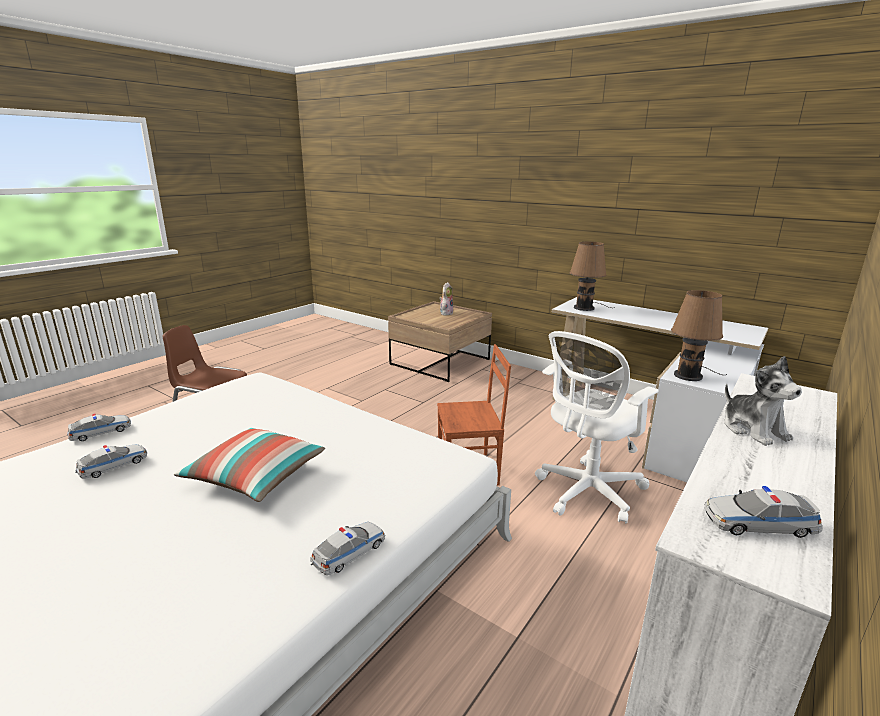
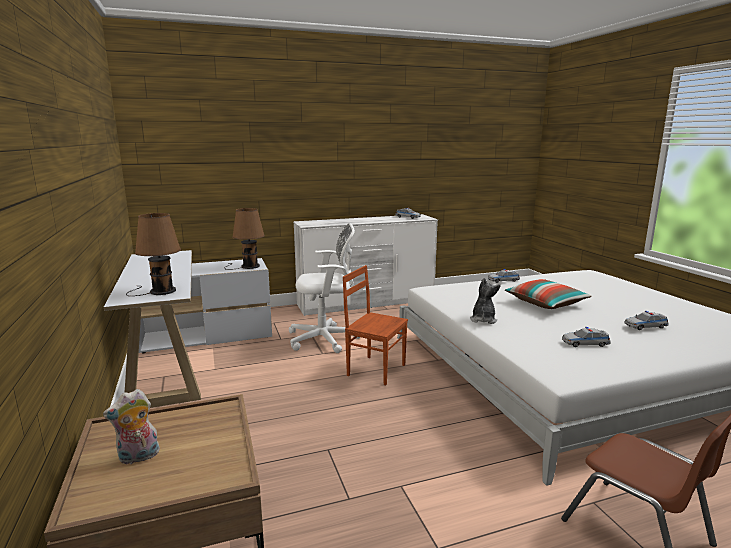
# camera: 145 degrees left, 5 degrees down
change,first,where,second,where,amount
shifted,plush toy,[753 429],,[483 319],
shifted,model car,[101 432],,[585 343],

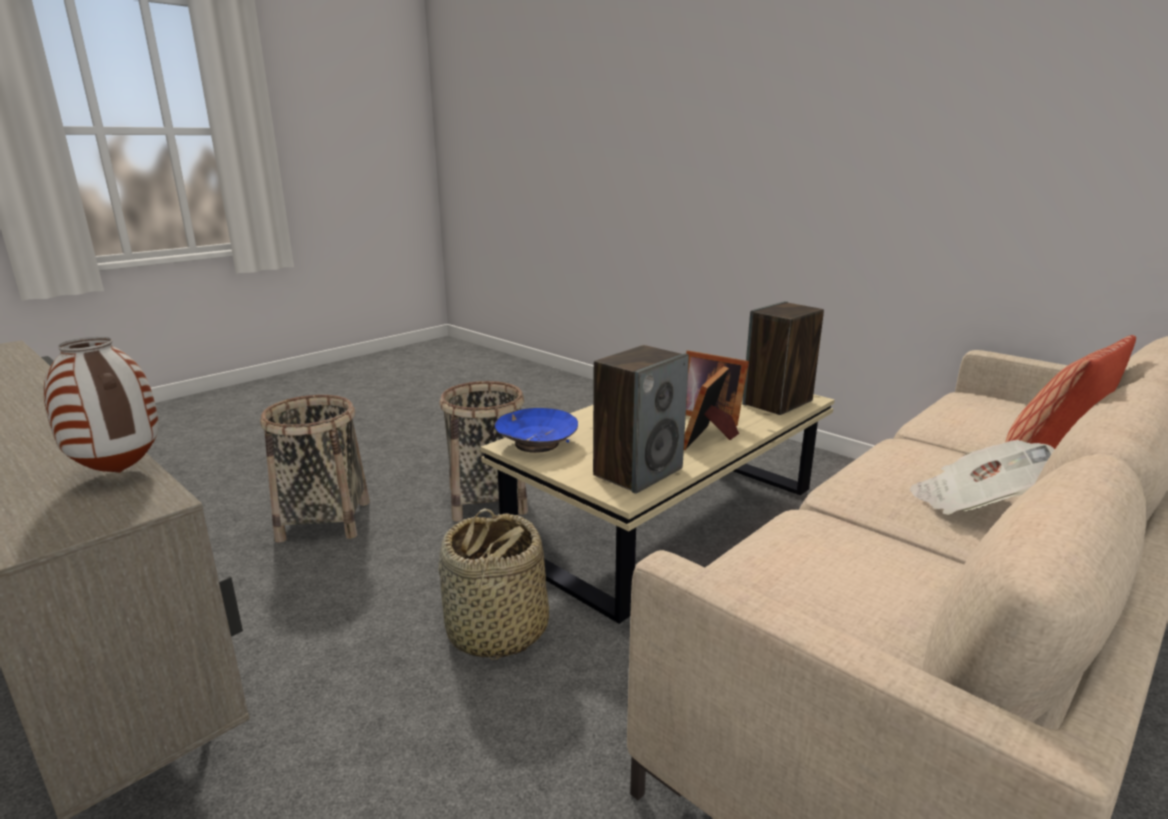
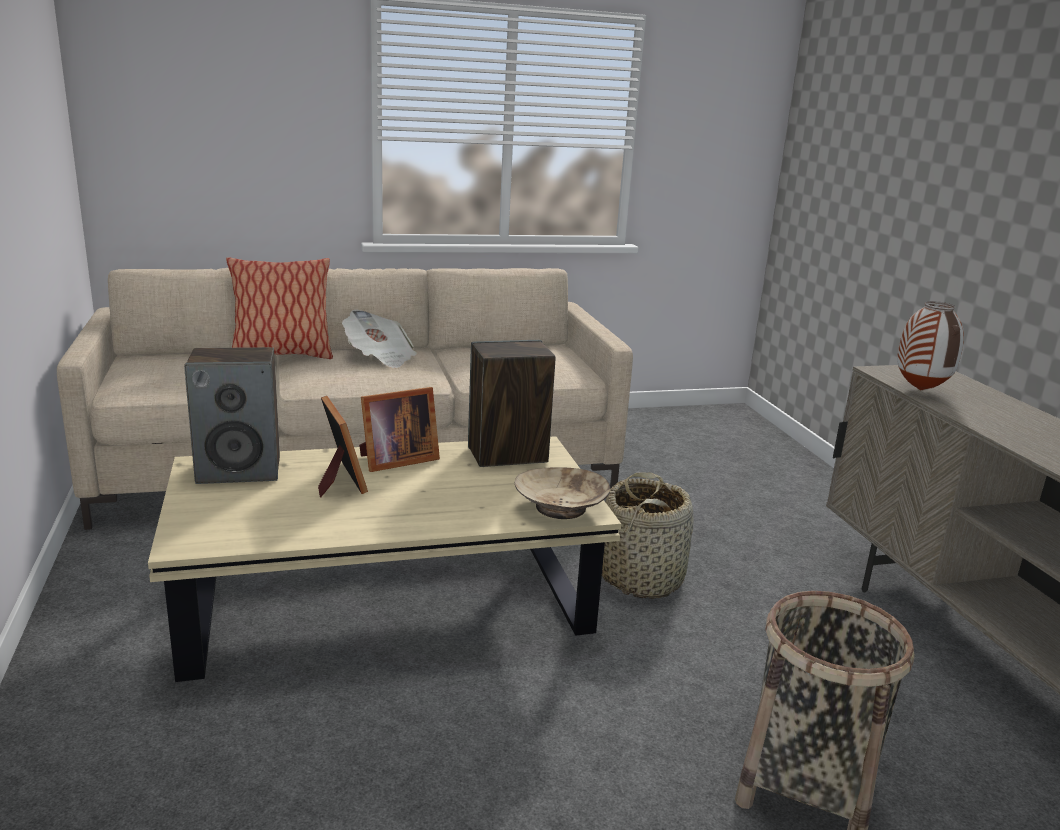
# camera: 150 degrees left, 0 degrees up
change,first,where,second,where,amount
repainted,bowl (blue-coloured),[536 443],bowl (beige-coloured),[561 507],
gone,household basket,[487 500],,,

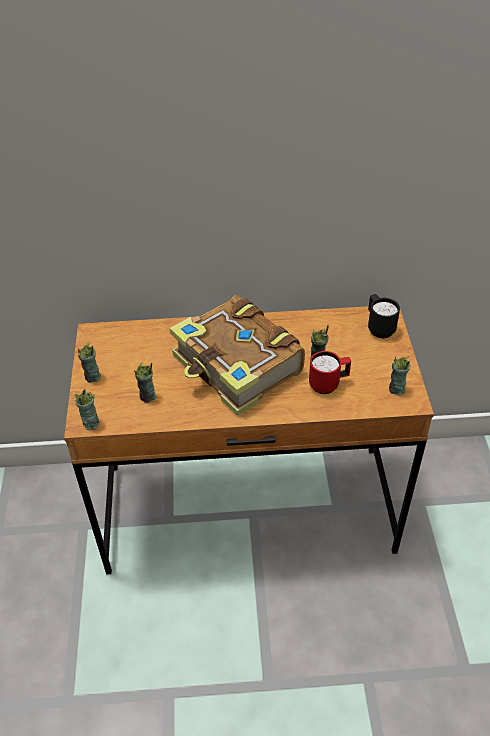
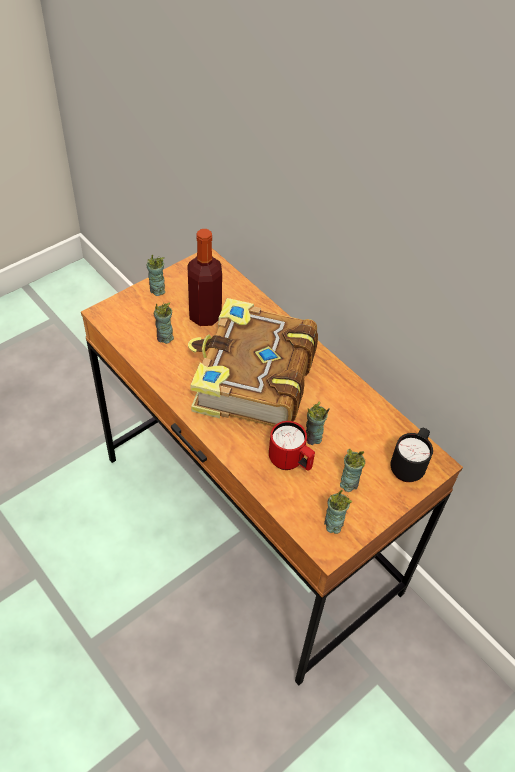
# camera: 50 degrees right, 5 degrees up
change,first,where,second,where,amount
new,,,beverage bottle,[205 315],
shifted,cup,[90 423],,[348 483],

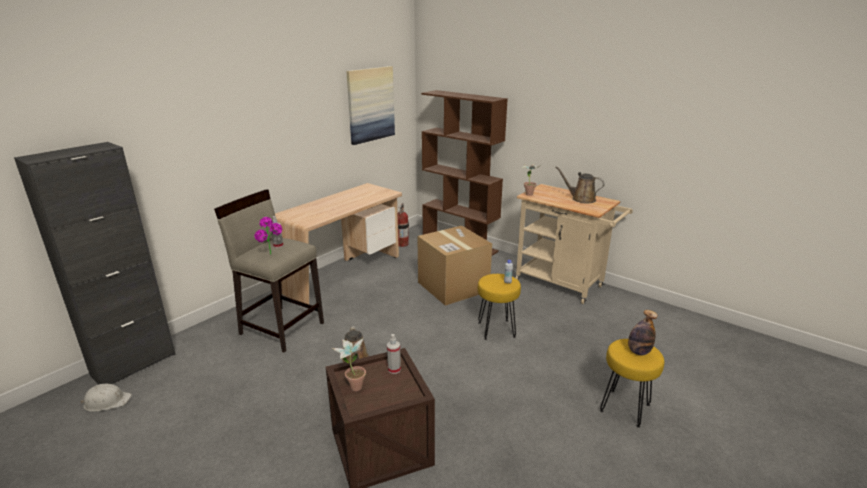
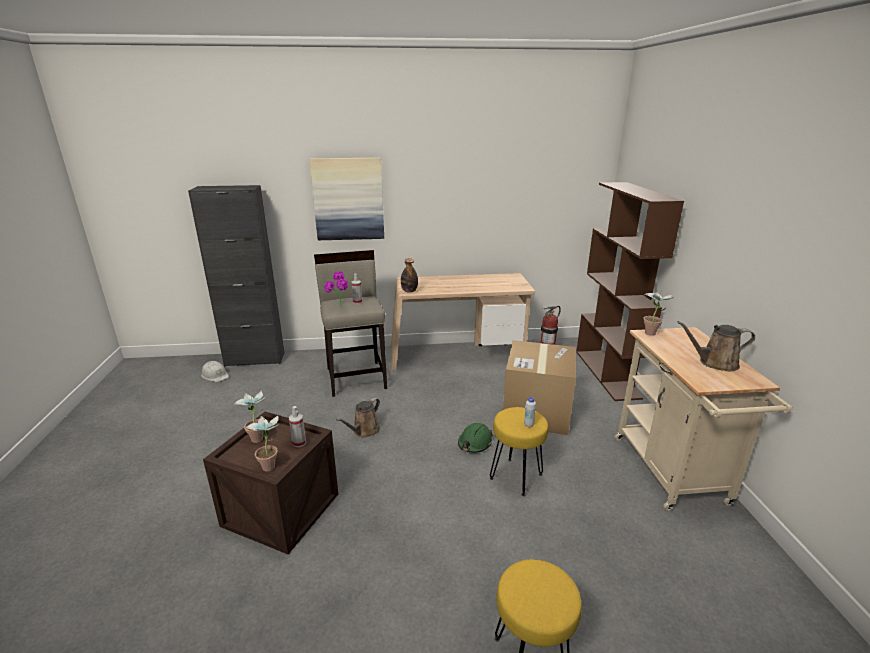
# camera: 45 degrees right, 0 degrees up
change,first,where,second,where,amount
new,,,potted plant,[271 464],
shifted,wall art,[370 104],,[348 199],
shifted,beverage bottle,[638 352],,[409 291],
new,,,hard hat (green),[474 443],
rotated,watering can (brownish),[581 199],,[715 363],75 degrees counterclockwise

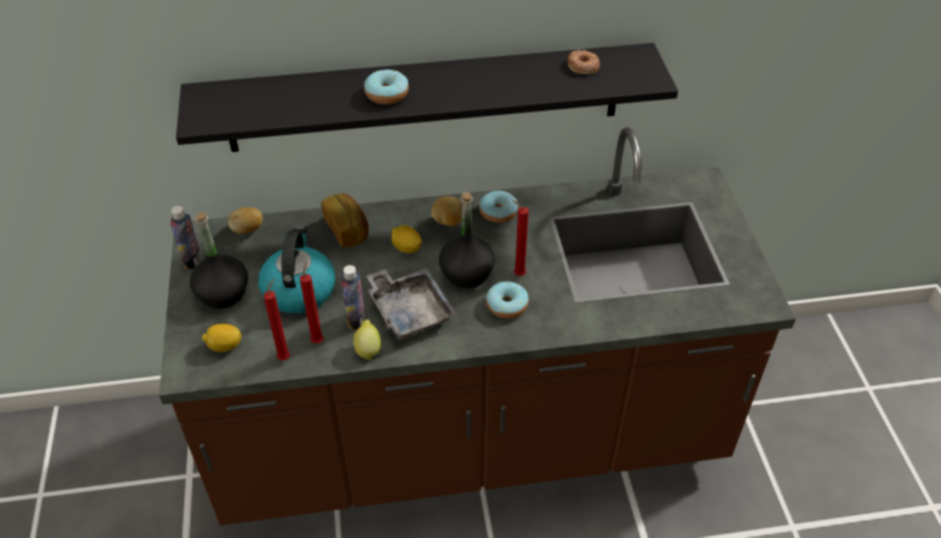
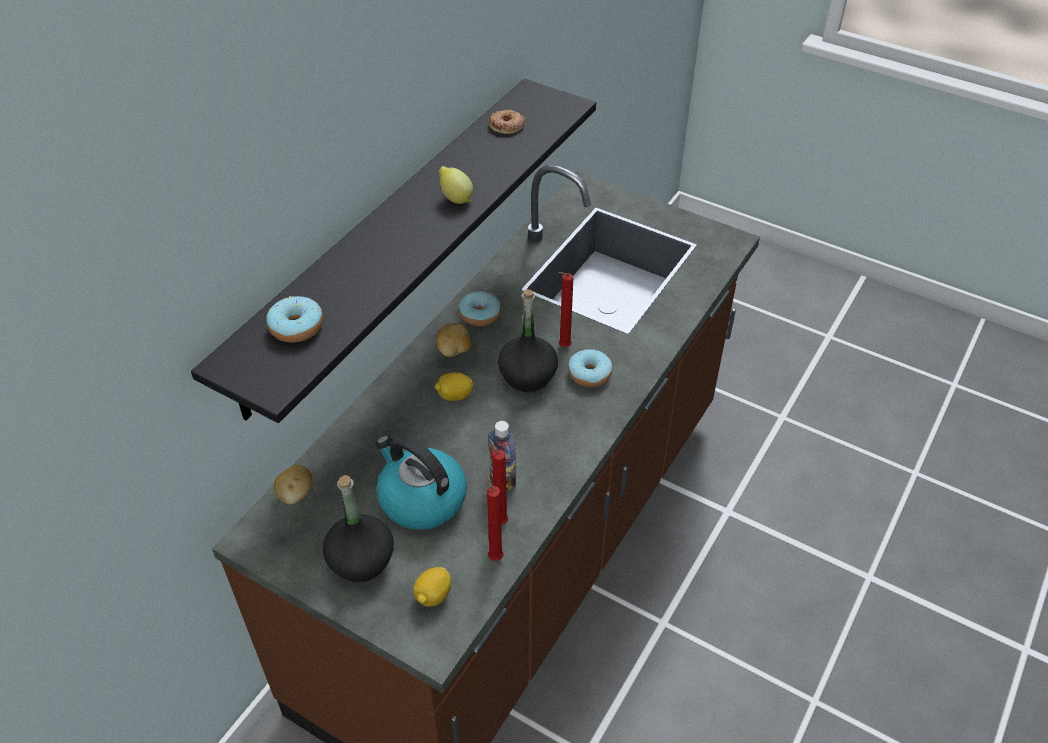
# camera: 50 degrees left, 0 degrees up
change,first,where,second,where,amount
shifted,donut,[387 94],,[296 327],
shifted,citrus fruit,[368 349],,[455 198],
gone,beverage bottle,[192 260],,,
gone,baked bread,[348 229],,,
gone,serving tray (gray),[410 311],,,

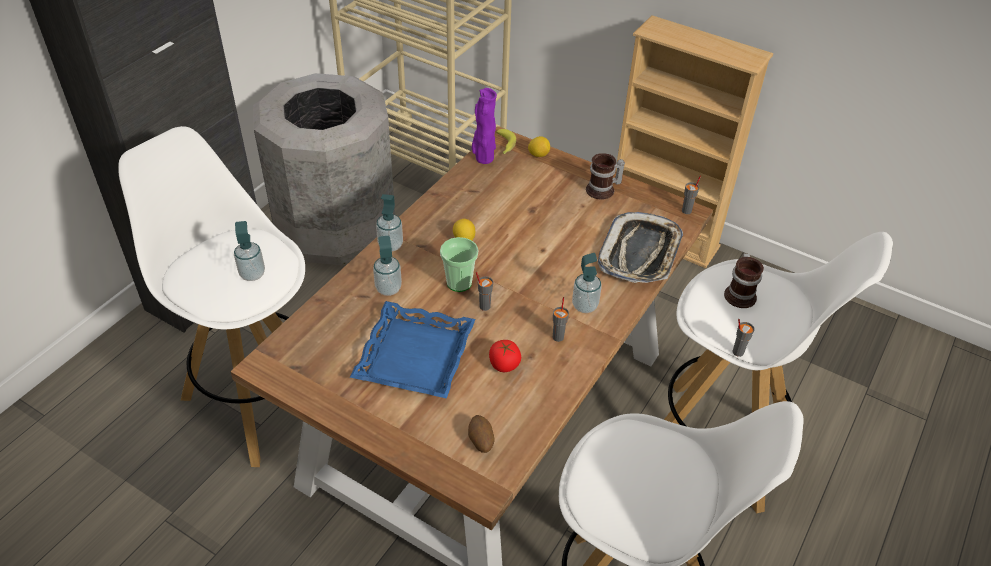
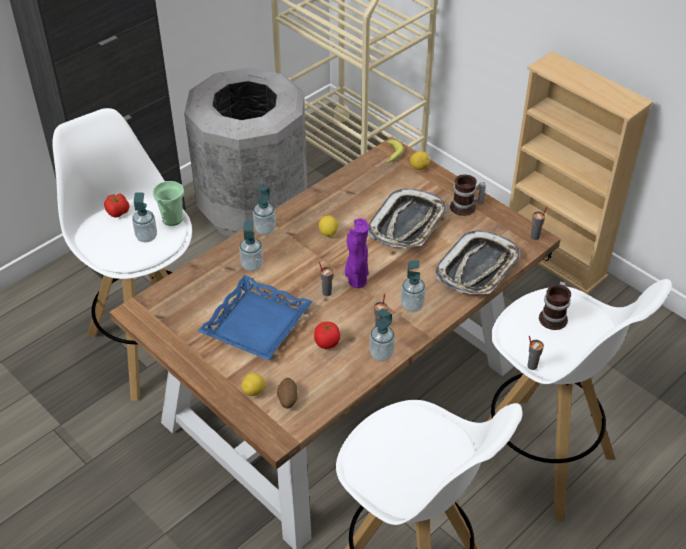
# camera: 15 degrees right, 0 degrees up
change,first,where,second,where,amount
new,,,fresh tomato,[118 212],
shifted,cup,[459 283],,[172 219],
new,,,citrus fruit,[254 391],
shifted,flower vase (purple-coloured),[483 159],,[356 282],
new,,,serving tray,[407 224],
new,,,liquid soap bottle,[381 354],

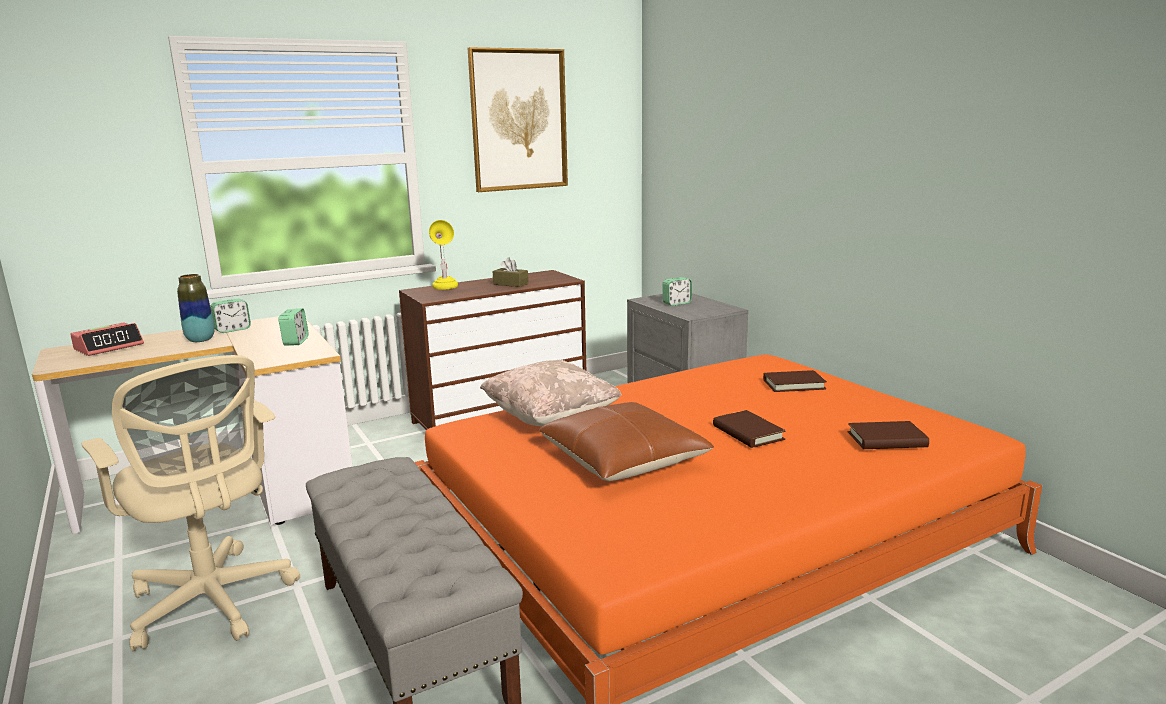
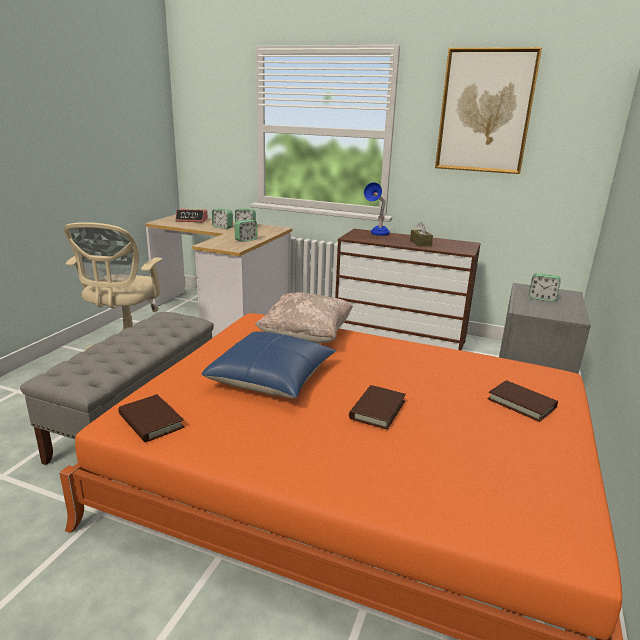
# camera: 50 degrees right, 5 degrees up
change,first,where,second,where,amount
shifted,book (brownish),[887 440],,[151 421],
repainted,cushion (brownish),[623 459],cushion (blue-coloured),[272 378],
swapped,flower vase,[200 340],bedside clock,[222 227],
repainted,table lamp (yellowish),[445 289],table lamp (blue-coloured),[376 234],

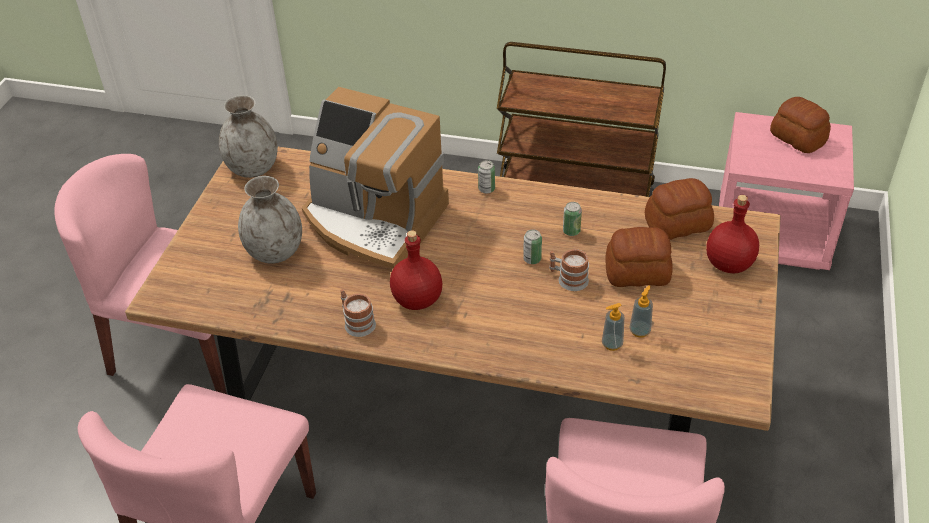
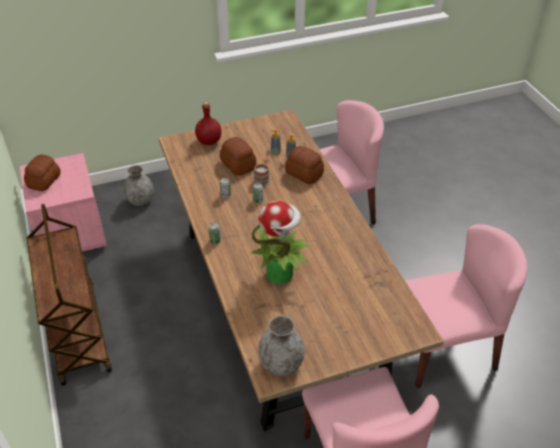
# camera: 125 degrees left, 0 degrees up
change,first,where,second,where,amount
shifted,flower vase (gray),[275 252],,[140 200],
swapped,coffee maker,[374 221],potted plant,[280 273],
shifted,baked bread,[678 224],,[304 173],
gone,mug,[357 322],,,
gone,beverage bottle (red-coloured),[417 299],,,

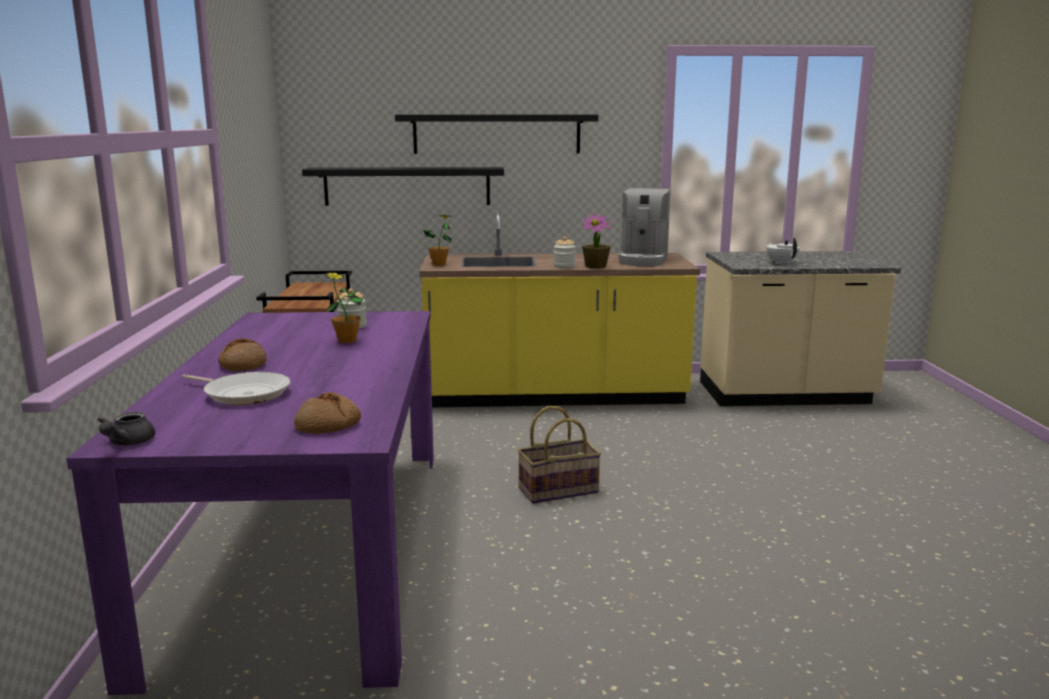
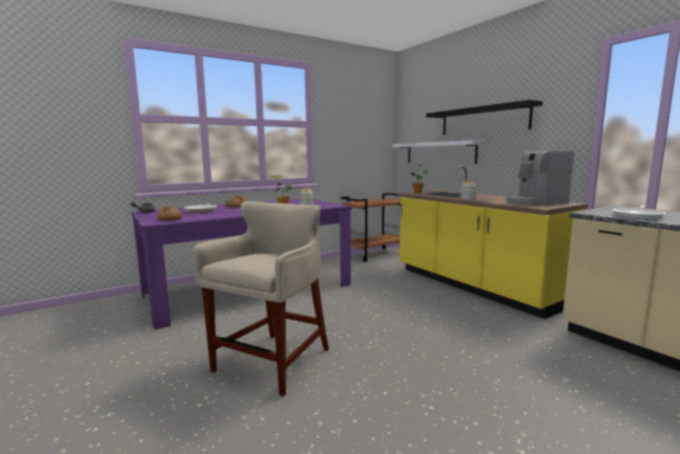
# camera: 60 degrees right, 5 degrees down
change,first,where,second,where,amount
new,,,stool seat (beige-coloured),[273 362],
repainted,bracket shelf (blackish),[407 186],bracket shelf (white-coloured),[439 152],
swapped,teapot (white-coloured),[781 263],pan,[638 216],
gone,household basket,[558 490],,,
gone,potted plant,[596 266],,,

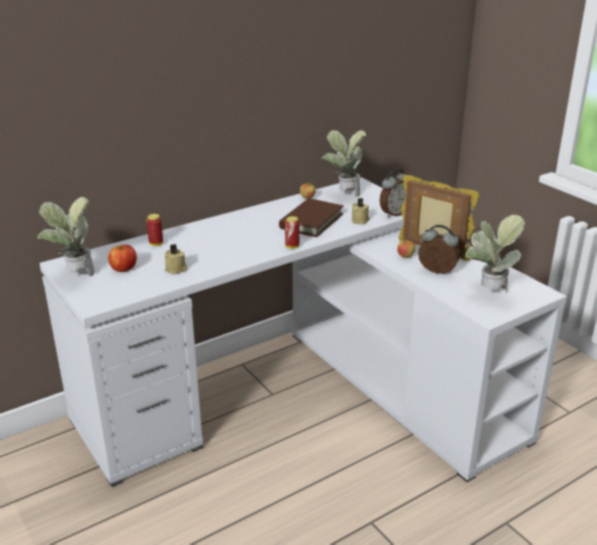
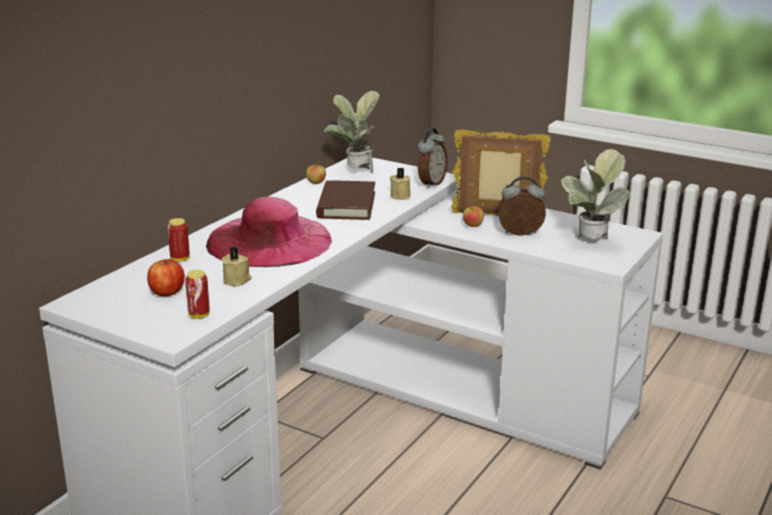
# camera: 25 degrees left, 5 degrees down
change,first,where,second,where,amount
shifted,can,[292 246],,[199 315],
new,,,hat (pink),[269 241],
gone,potted plant,[75 275],,,

